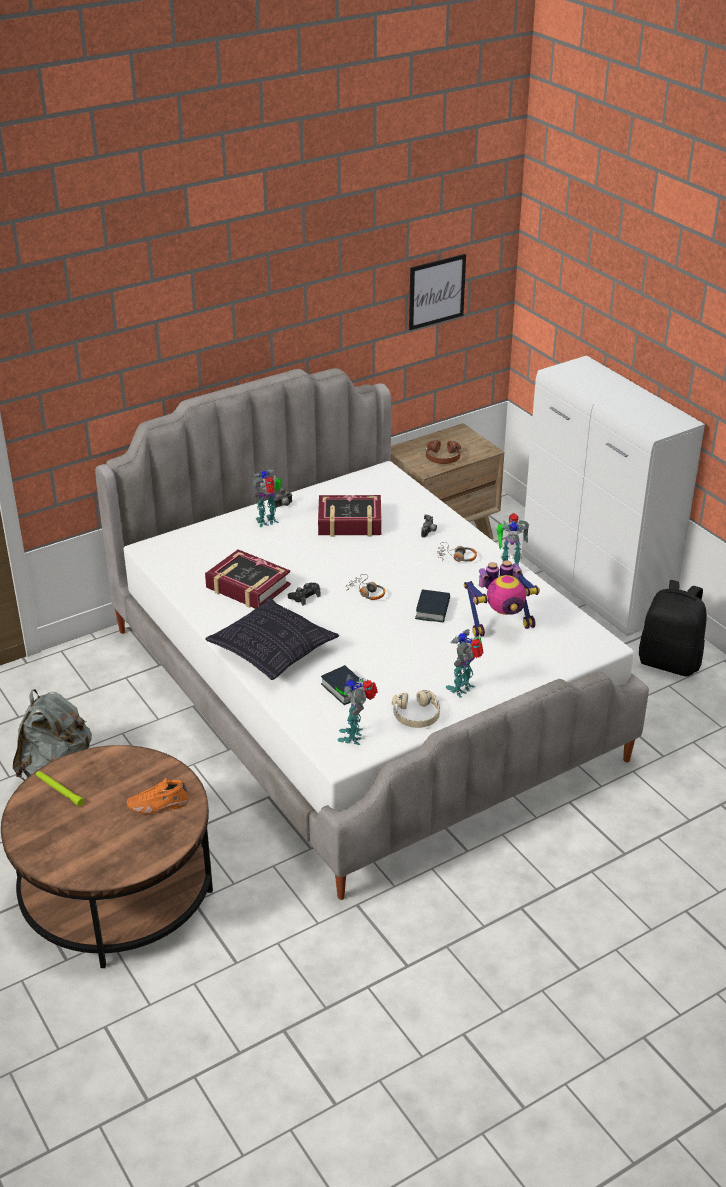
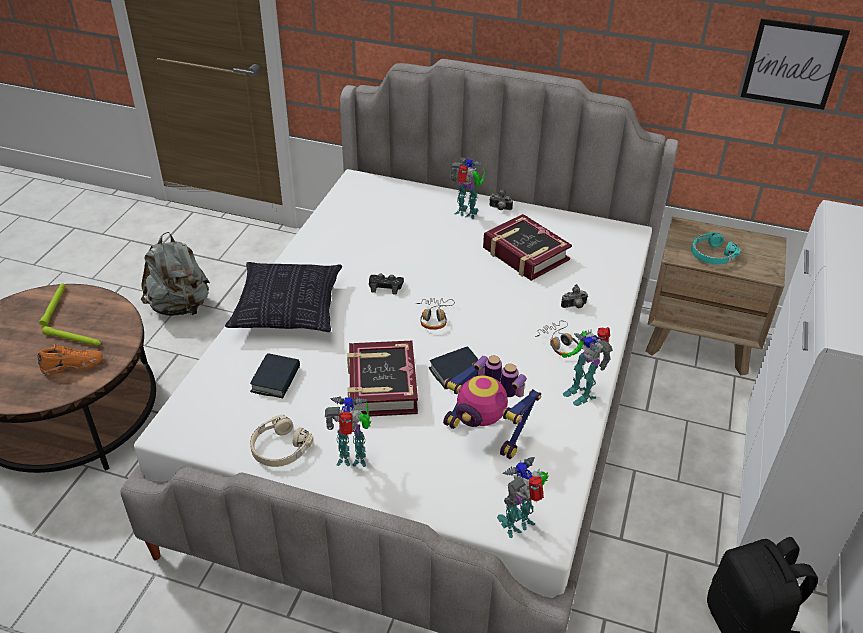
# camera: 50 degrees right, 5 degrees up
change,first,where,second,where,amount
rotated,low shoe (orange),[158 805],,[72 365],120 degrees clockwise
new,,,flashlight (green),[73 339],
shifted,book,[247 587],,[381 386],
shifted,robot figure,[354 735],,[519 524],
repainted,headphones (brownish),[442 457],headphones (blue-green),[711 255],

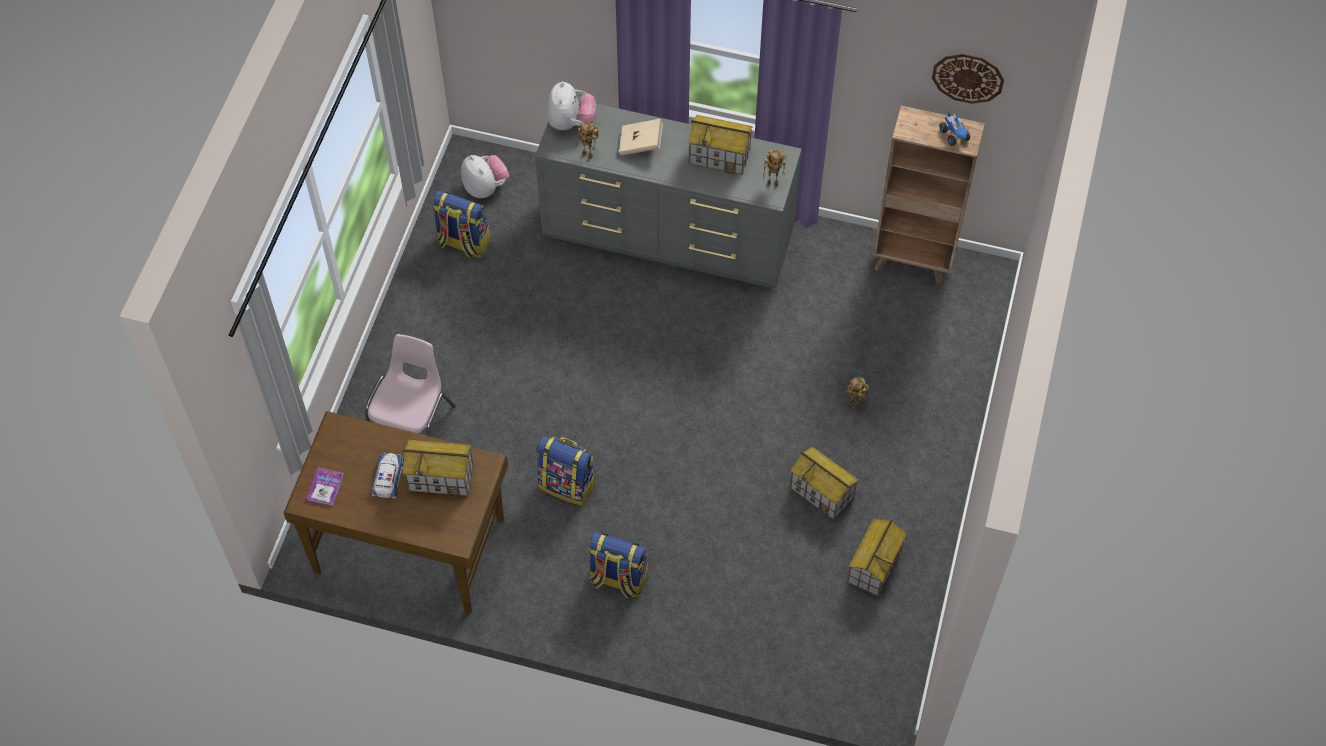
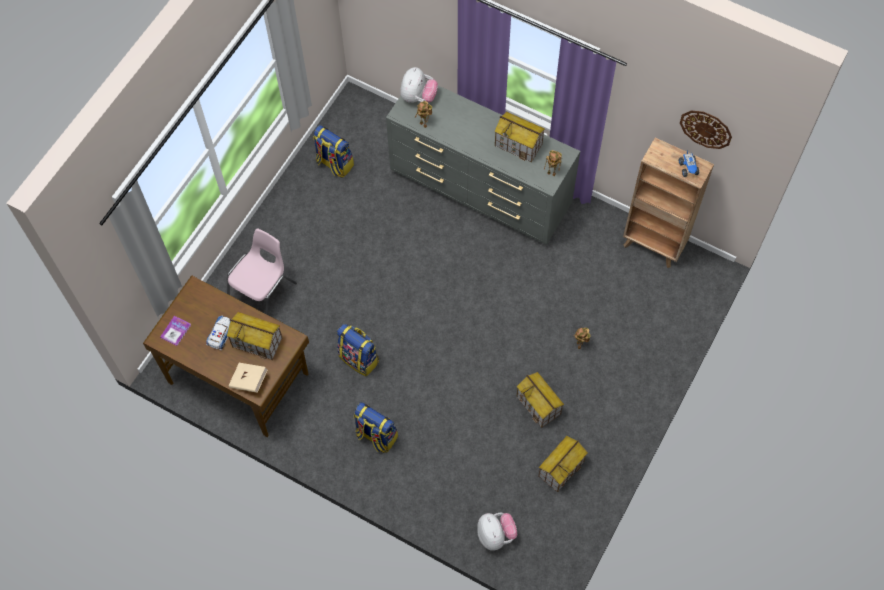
# camera: 15 degrees right, 5 degrees up
change,first,where,second,where,amount
shifted,book (beige-coloured),[641 144],,[249 381],
shifted,plush toy,[485 187],,[496 535],

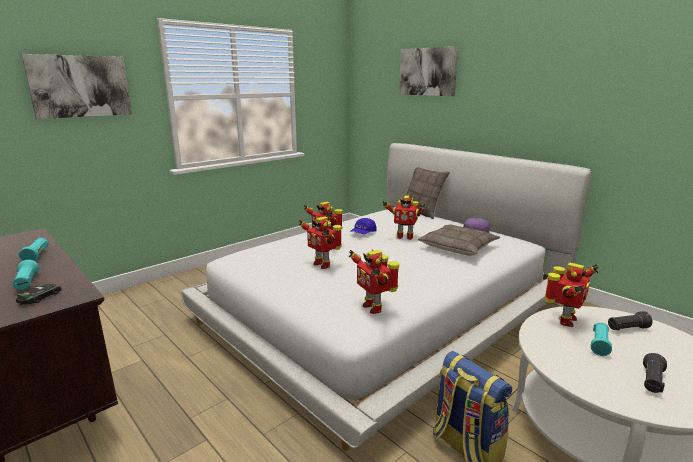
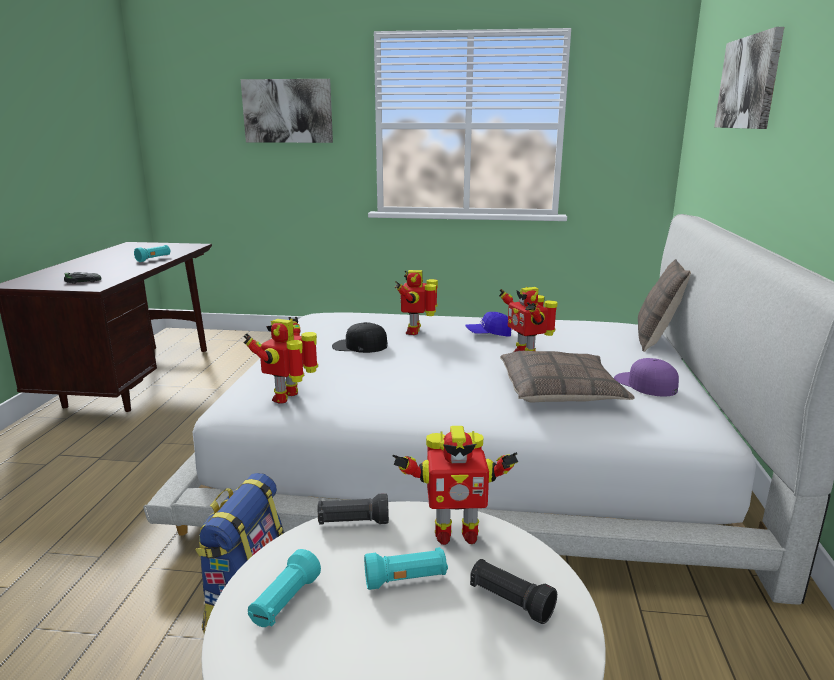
# camera: 50 degrees right, 0 degrees up
change,first,where,second,where,amount
shifted,flashlight (blue-green),[27 283],,[284 602],
shifted,flashlight (blackish),[651 381],,[353 522],
swapped,robot figure,[322 264],peaked cap (blackish),[359 346],

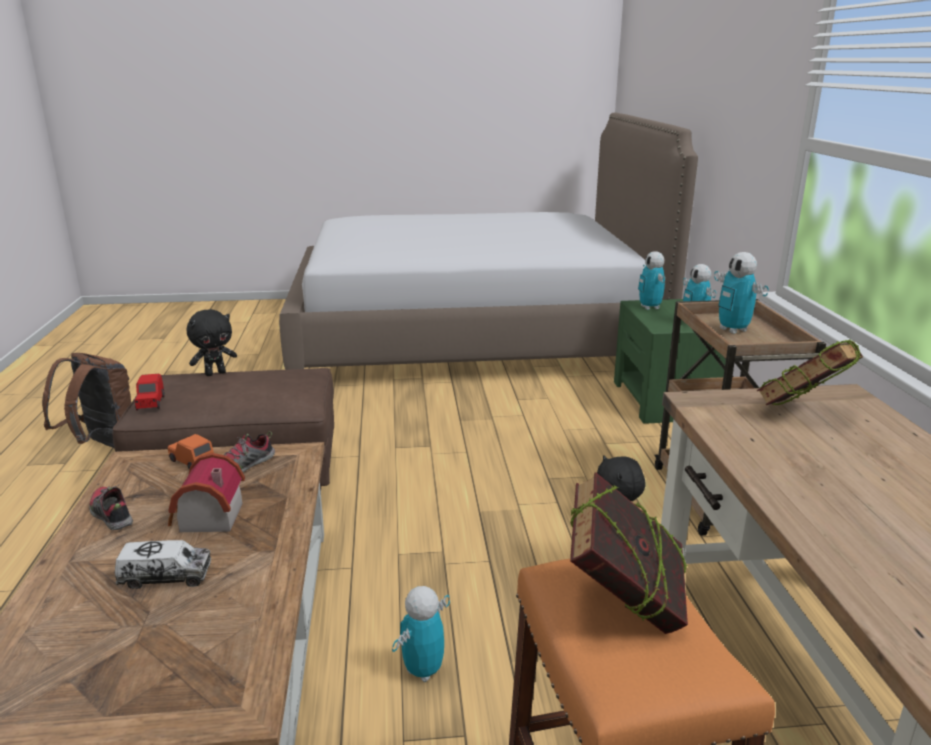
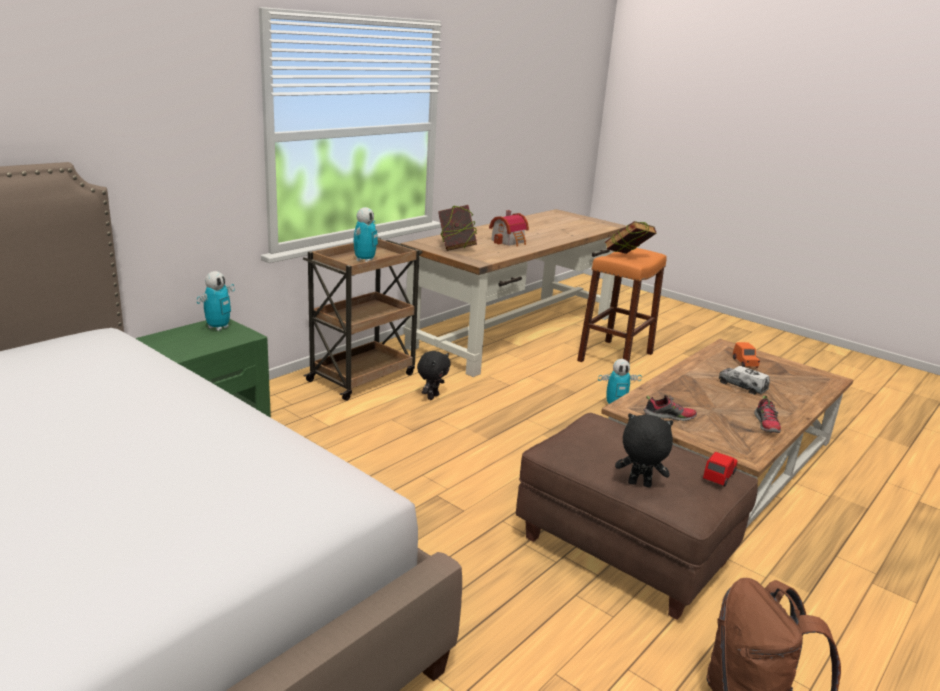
# camera: 135 degrees left, 0 degrees up
change,first,where,second,where,amount
shifted,toy house,[206 518],,[510 241],
shifted,model car (orange),[192 462],,[744 363],
gone,robot figure,[650 307],,,

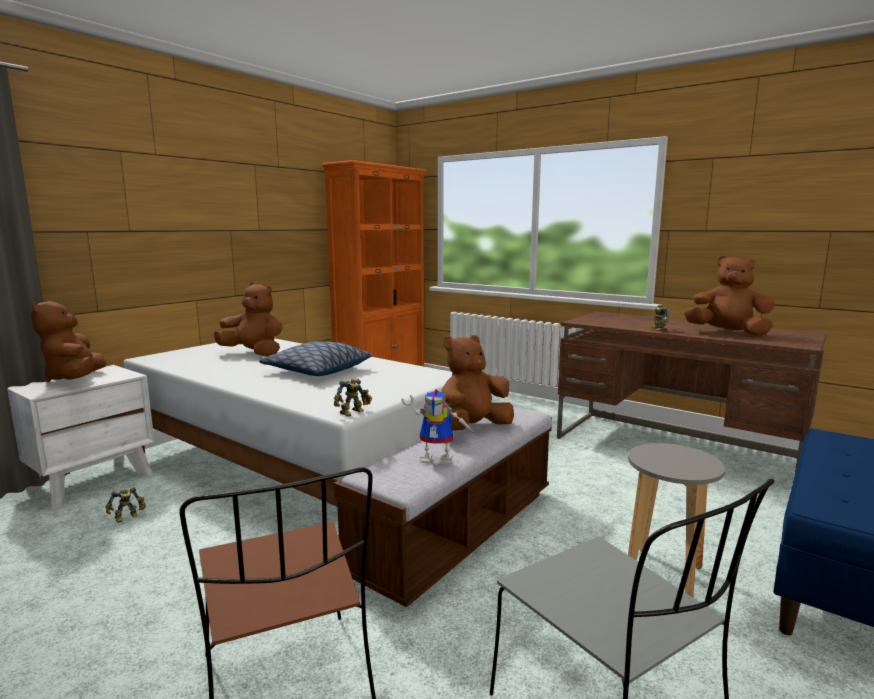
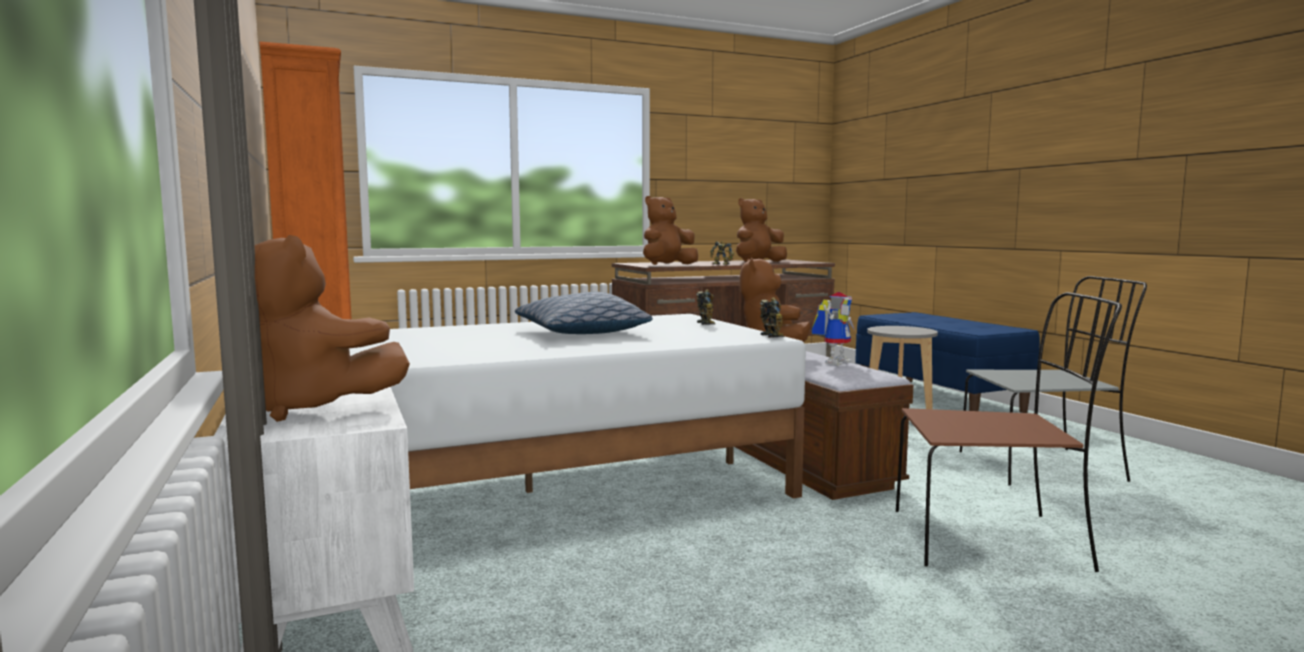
# camera: 60 degrees left, 5 degrees down
change,first,where,second,where,amount
shifted,plush toy (brownish),[254 354],,[667 265],
shifted,robot figure,[127 517],,[707 323],

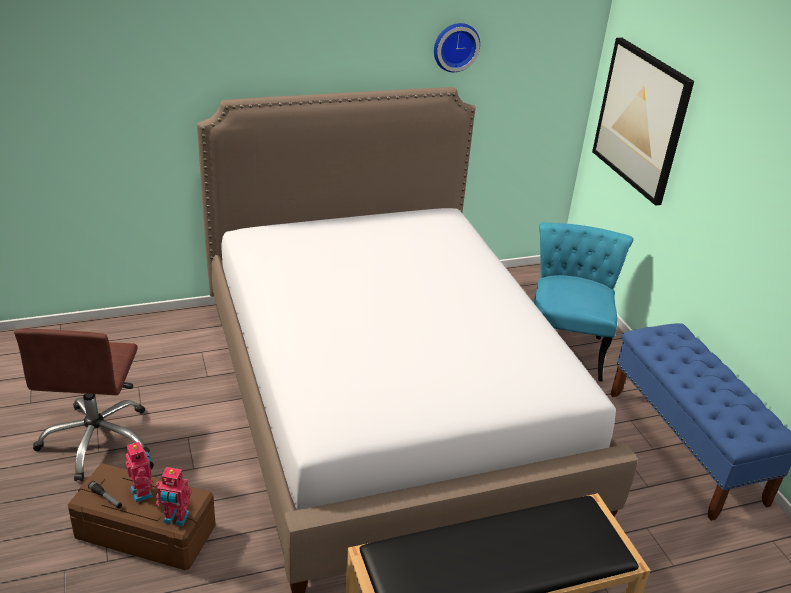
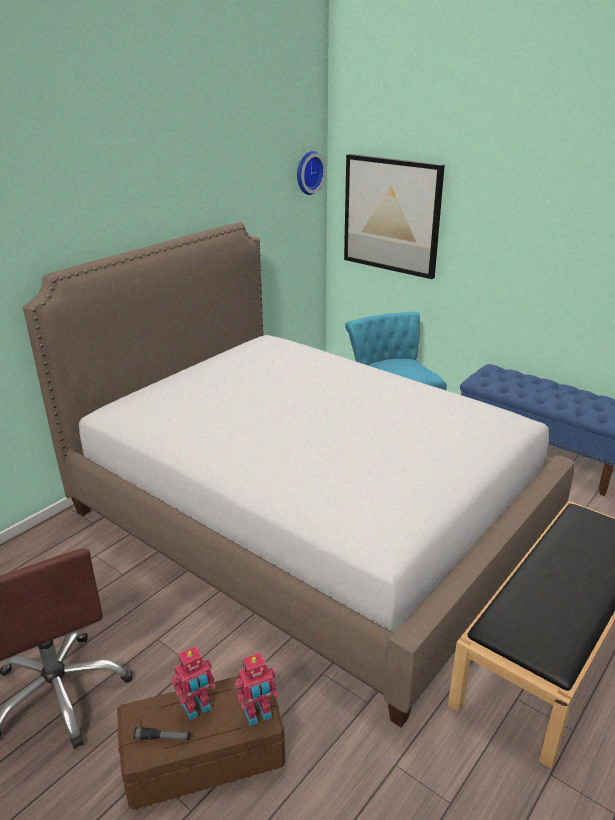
# camera: 30 degrees left, 5 degrees down
change,first,where,second,where,amount
rotated,robot figure,[143 492],,[197 708],120 degrees clockwise
shifted,wall clock,[455 46],,[308 172],

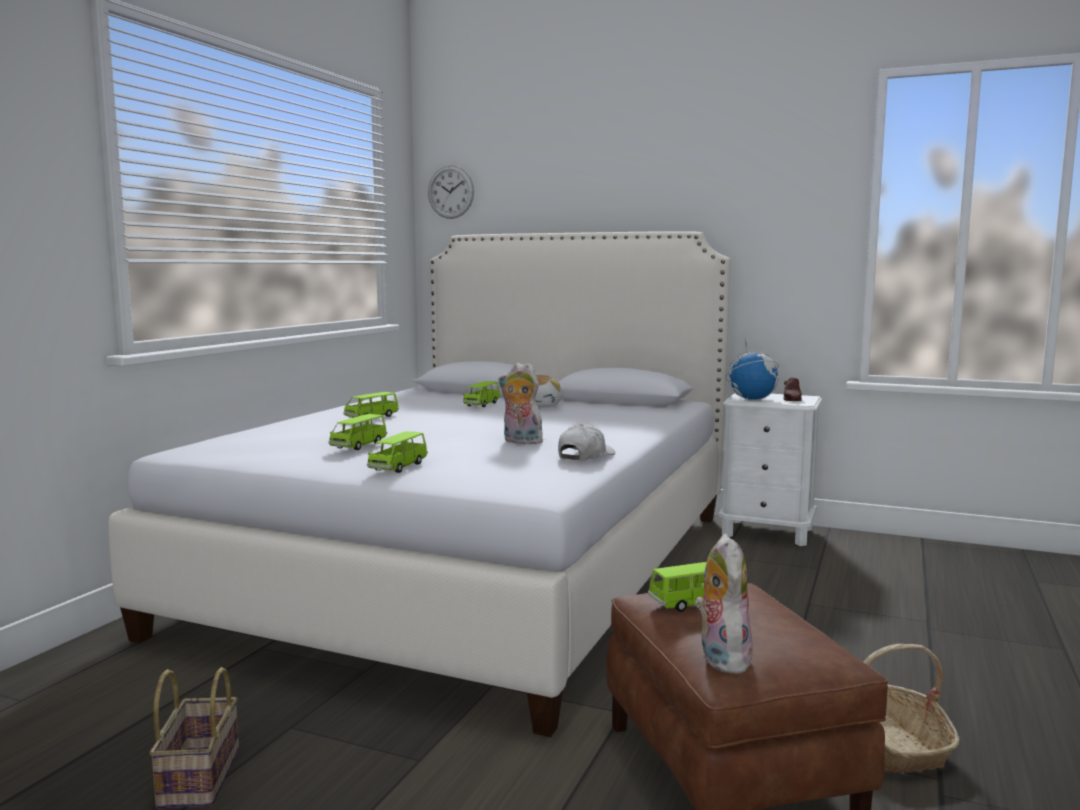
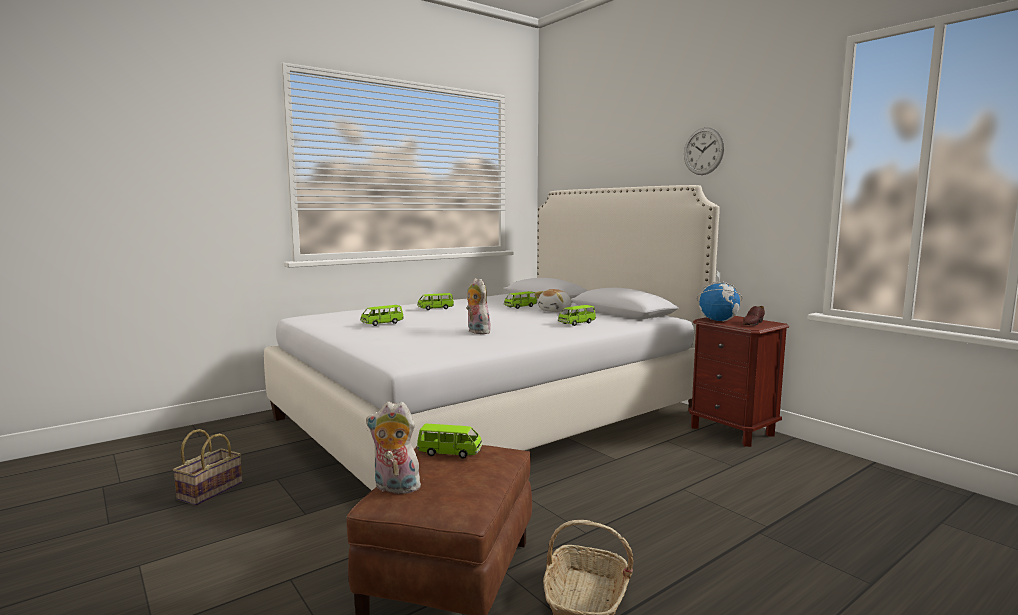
# camera: 30 degrees right, 0 degrees up
change,first,where,second,where,amount
rotated,plush toy,[720 658],,[394 488],105 degrees counterclockwise
shifted,model car (green),[398 467],,[576 323],
shifted,wall clock,[450 192],,[703 151],
repainted,nightstand (white-coloured),[767 532],nightstand (brownish),[732 431],
gone,peaked cap (white-coloured),[585 456],,,

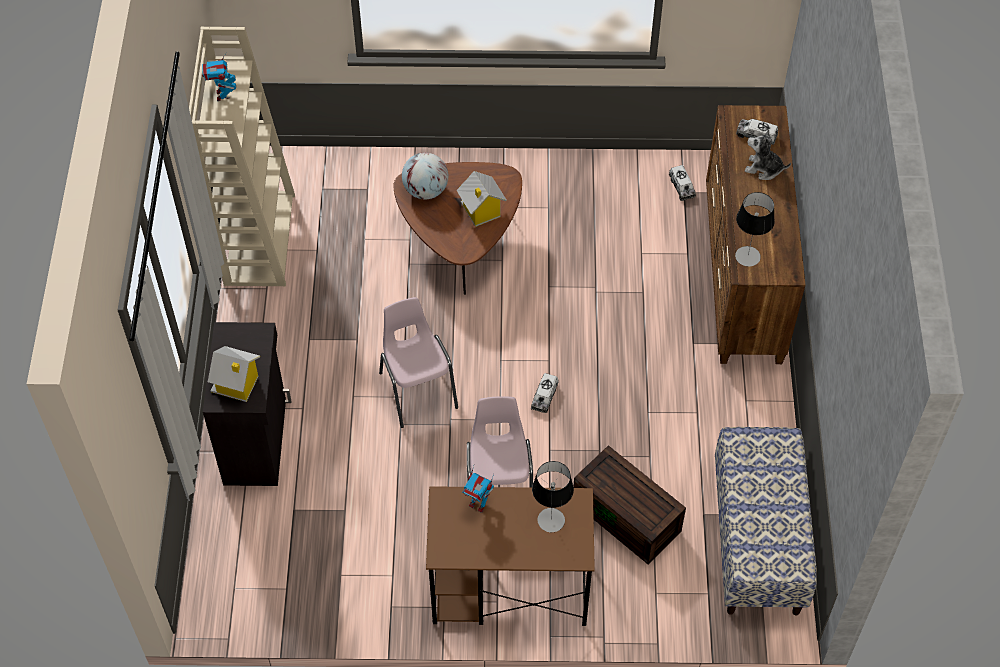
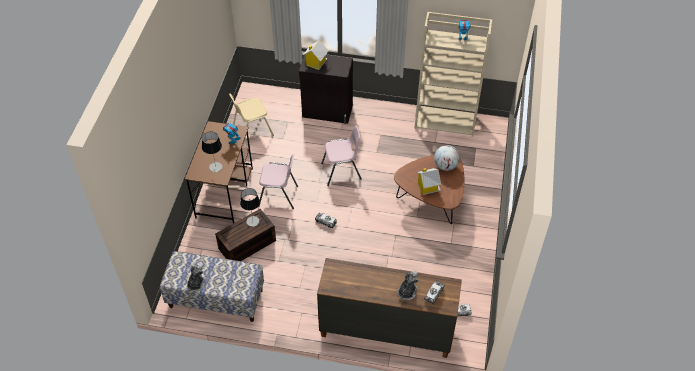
# camera: 100 degrees right, 5 degrees down
change,first,where,second,where,amount
new,,,plush toy,[196 284],
new,,,plain chair (beige-coloured),[252 131],
shifted,table lamp,[747 256],,[252 221],

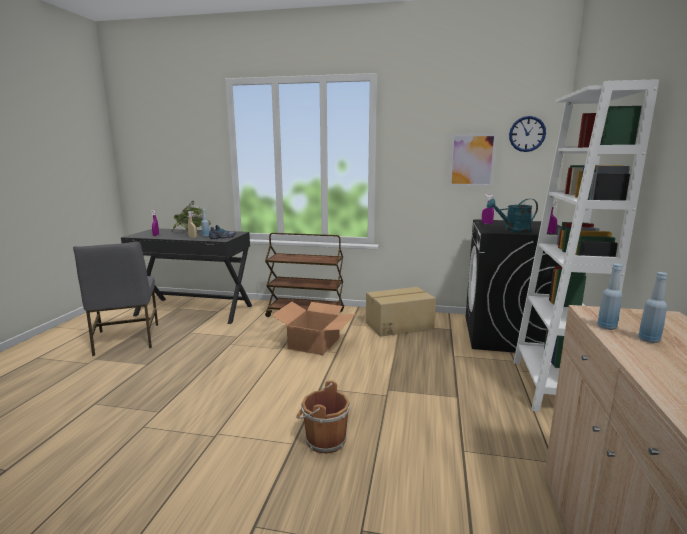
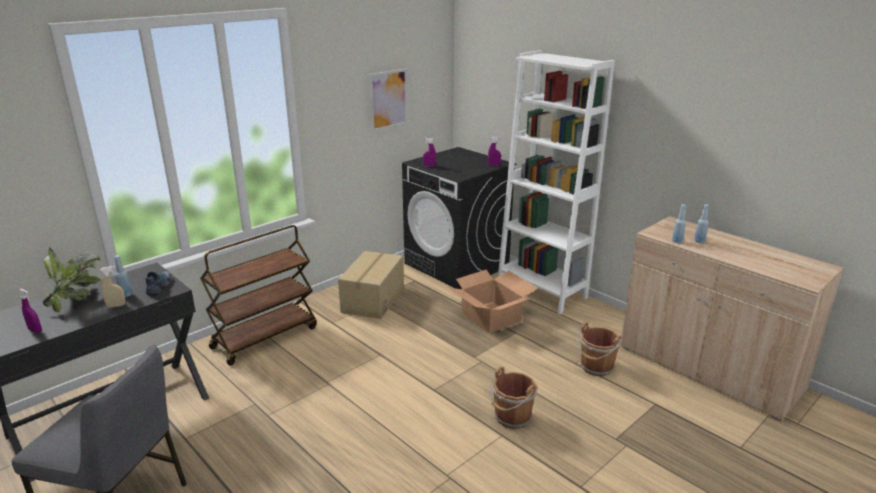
# camera: 55 degrees left, 10 degrees up
change,first,where,second,where,amount
shifted,cardboard box,[314 343],,[491 316],
new,,,bucket (brownish),[596 367],
gone,watering can (blue-green),[513 230],,,
gone,wall clock,[527 134],,,

